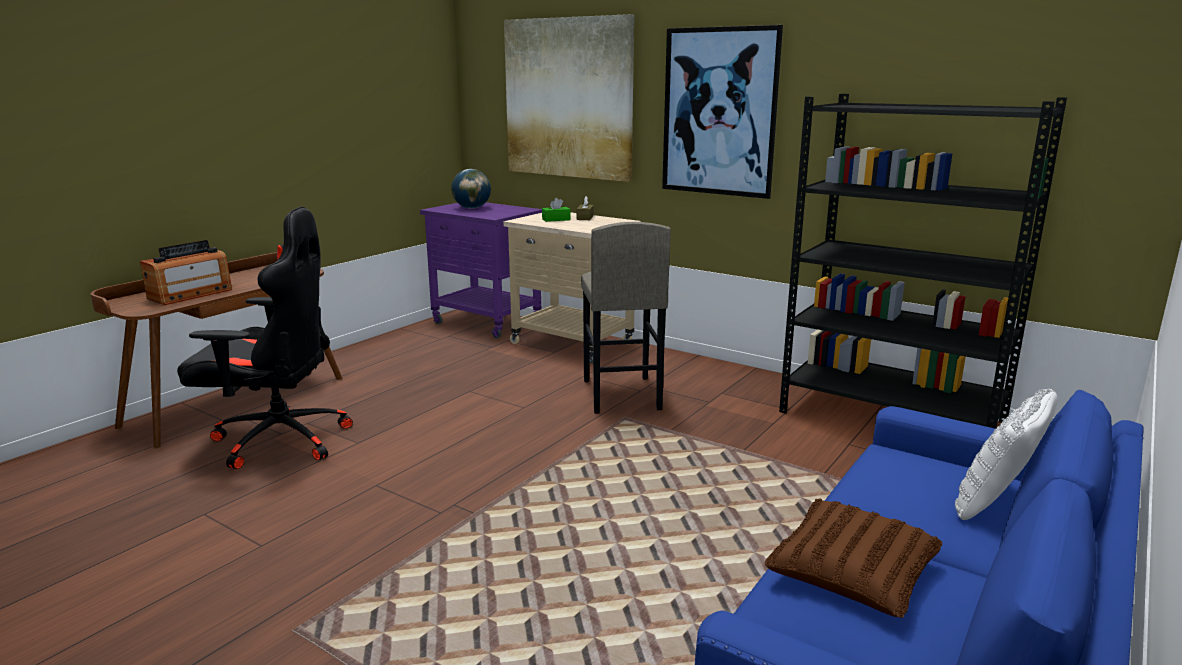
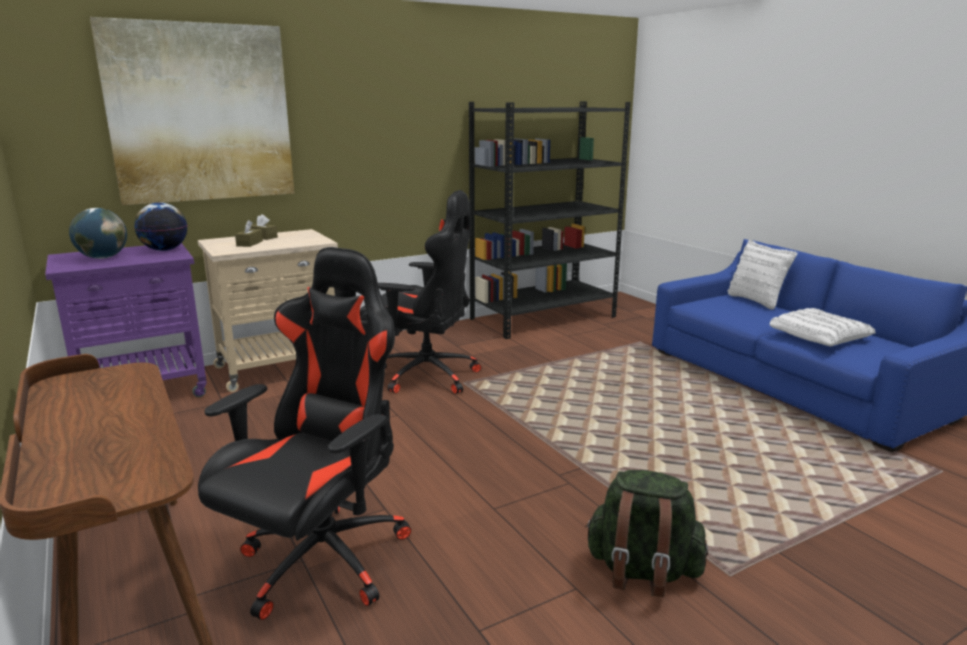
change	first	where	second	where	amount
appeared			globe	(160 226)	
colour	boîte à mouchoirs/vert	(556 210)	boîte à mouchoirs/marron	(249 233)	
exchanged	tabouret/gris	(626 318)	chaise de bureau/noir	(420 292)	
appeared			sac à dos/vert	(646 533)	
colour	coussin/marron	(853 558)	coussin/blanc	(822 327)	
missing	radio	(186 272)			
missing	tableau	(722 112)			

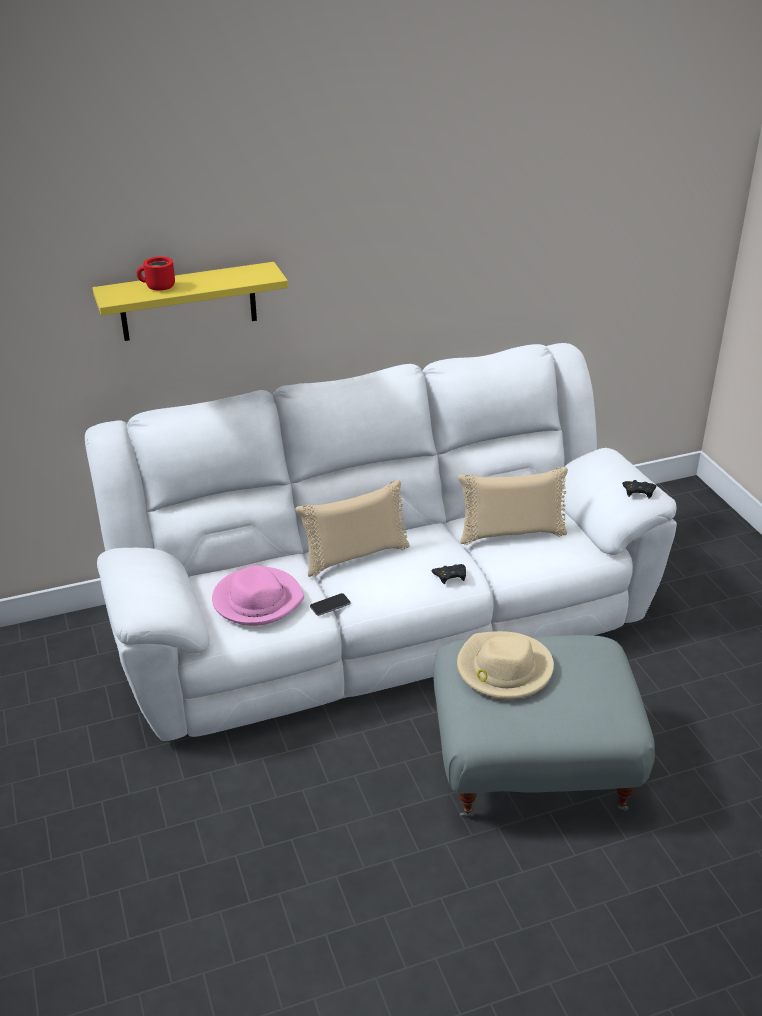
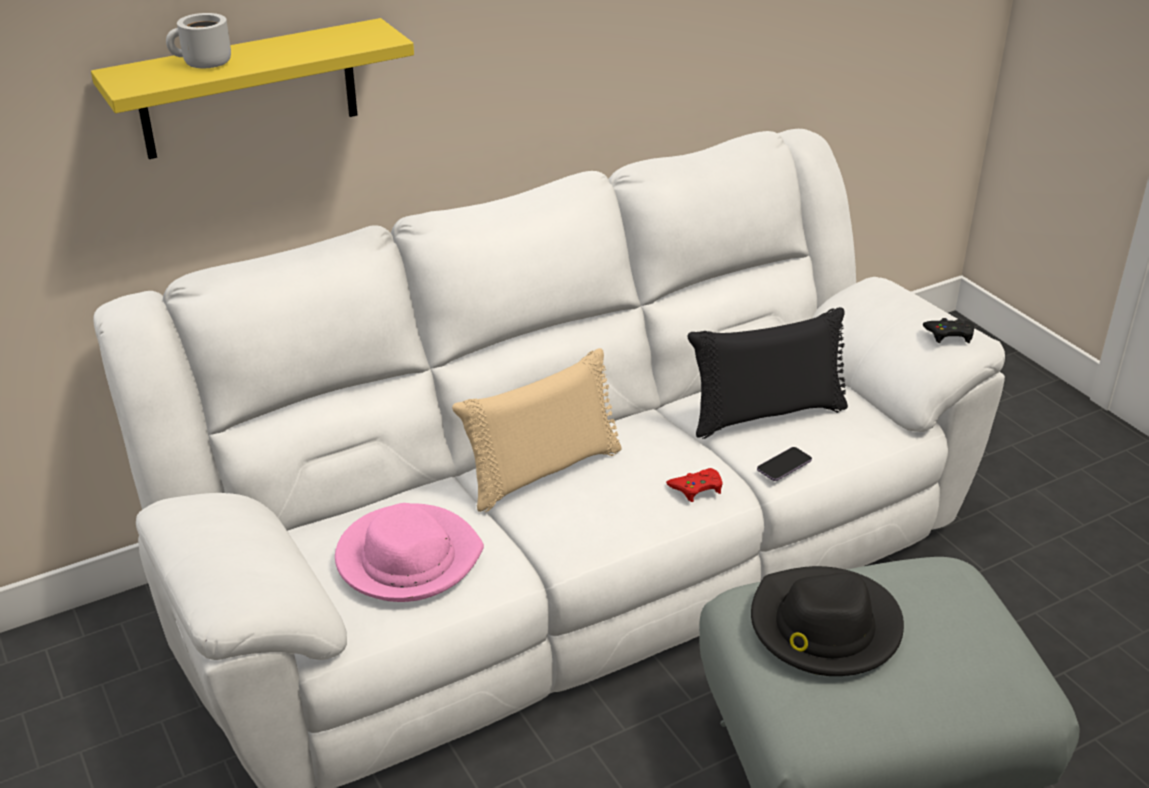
change	first	where	second	where	amount
colour	mug/rouge	(156 273)	mug/blanc	(198 40)	
colour	manette/noir	(448 574)	manette/rouge	(694 485)	
colour	coussin/beige	(513 506)	coussin/noir	(767 373)	
colour	chapeau/beige	(505 665)	chapeau/noir	(827 621)	
relocated	téléphone	(330 604)		(784 464)	

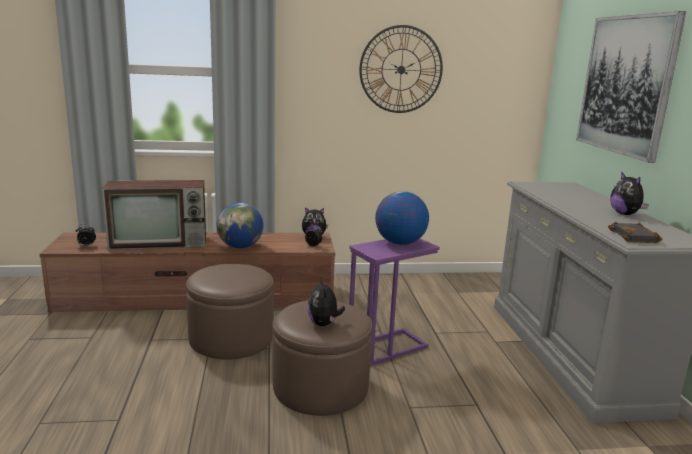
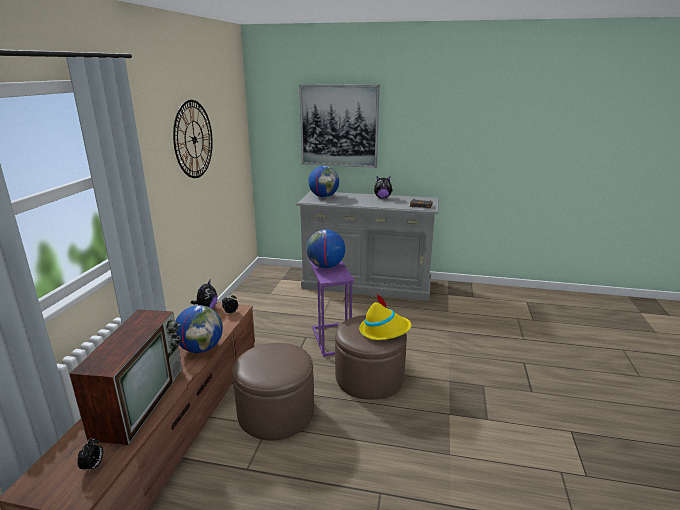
change	first	where	second	where	amount
appeared			globe	(323 181)	
exchanged	peluche	(326 301)	chapeau/jaune	(385 317)	

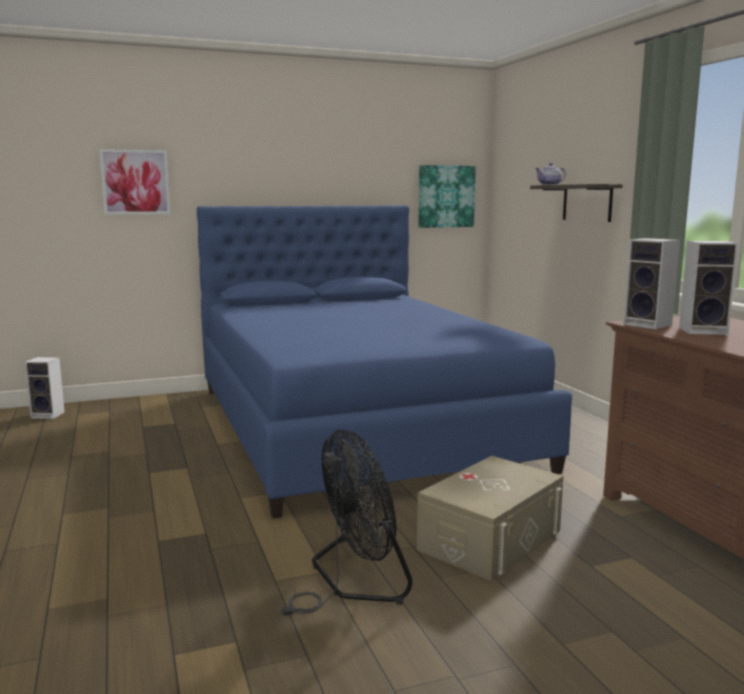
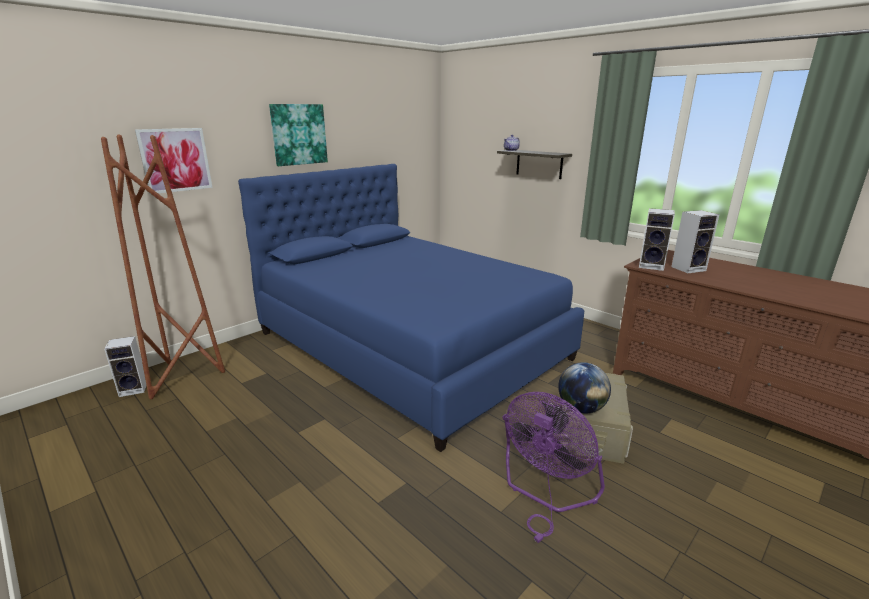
change	first	where	second	where	amount
appeared			portant/marron	(163 267)	
relocated	tableau	(447 196)		(298 135)	
colour	ventilateur/noir	(346 522)	ventilateur/violet	(553 467)	
appeared			globe	(584 388)	

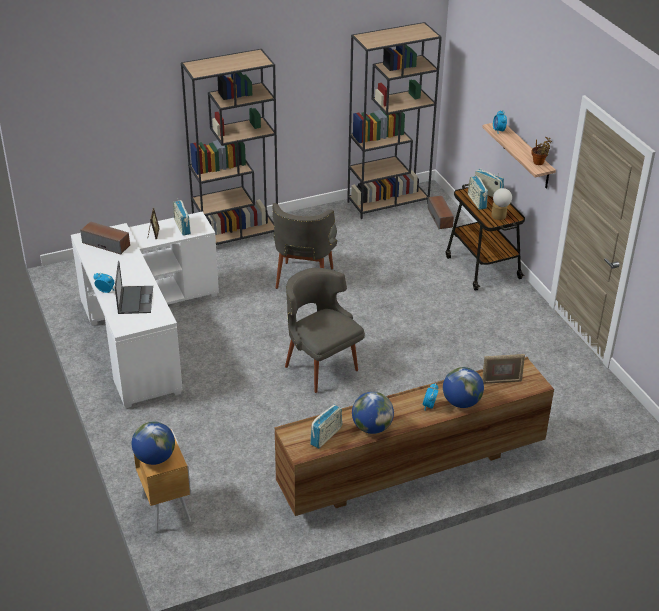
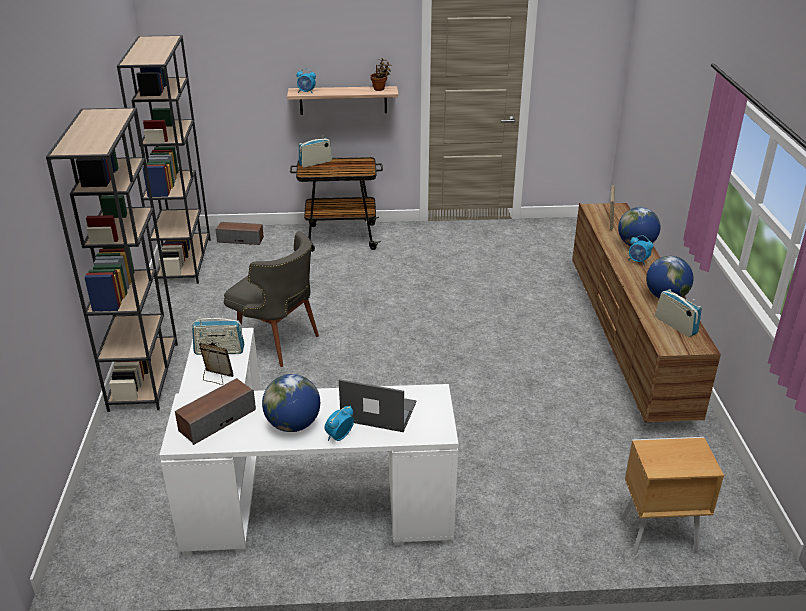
change	first	where	second	where	amount
relocated	globe	(153 443)		(291 403)	
missing	chaise/gris	(325 330)			
missing	radio	(478 192)			
missing	lampe de table	(501 204)			

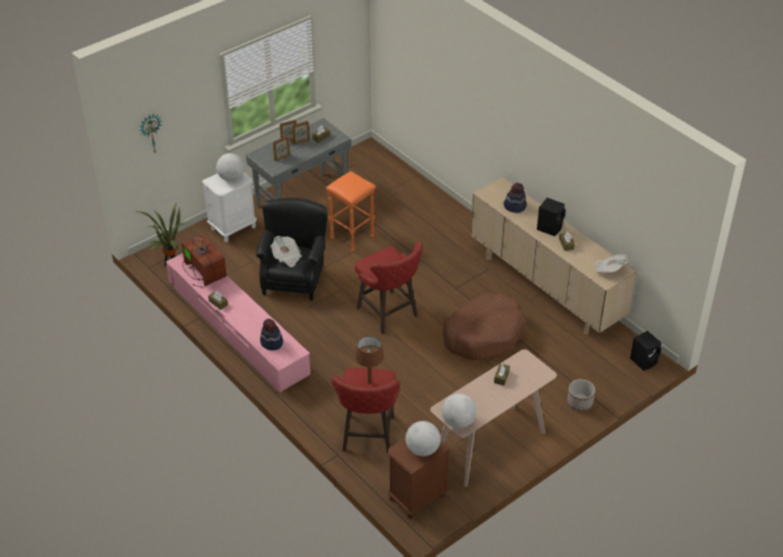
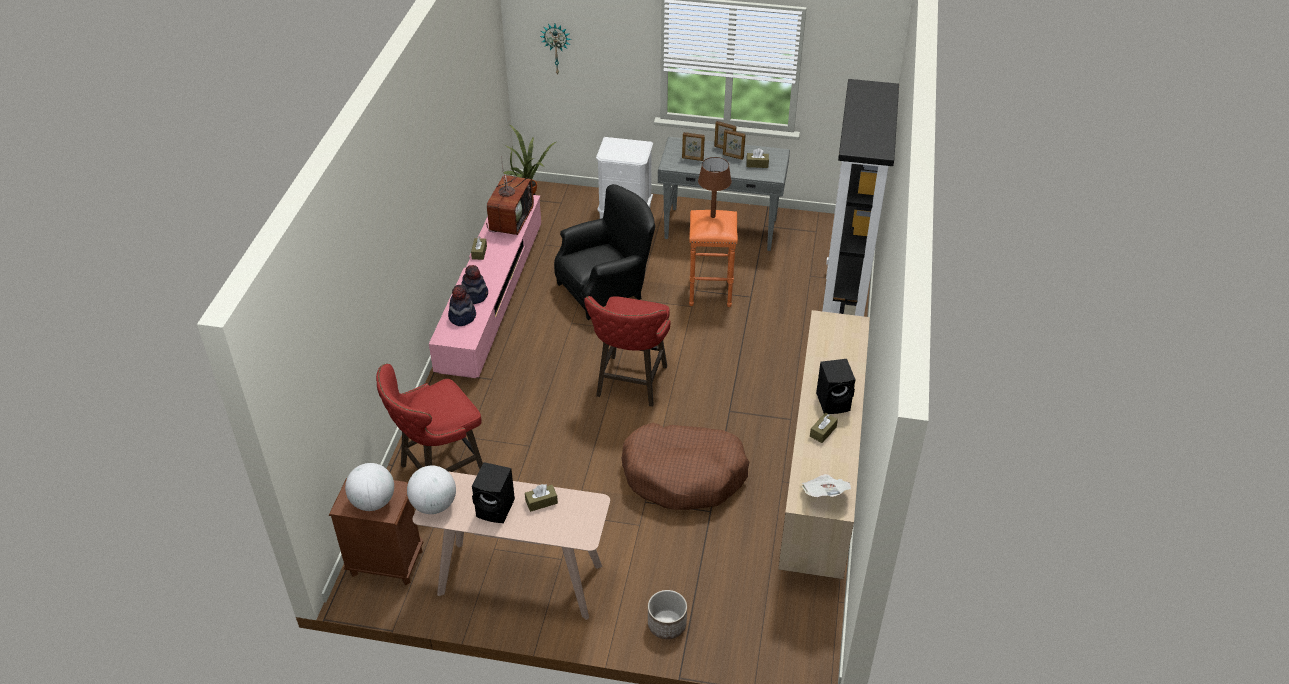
change	first	where	second	where	amount
relocated	chapeau	(515 198)		(475 284)	
relocated	enceinte/noir	(646 351)		(493 492)	
relocated	lampe de table/marron	(369 360)		(715 187)	
appeared			bibliothèque/noir	(860 197)	
missing	globe	(230 167)			
missing	journal	(286 251)			

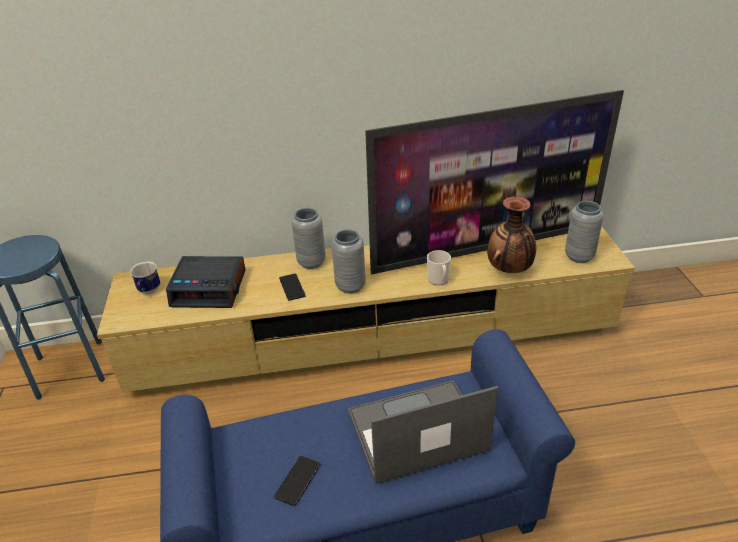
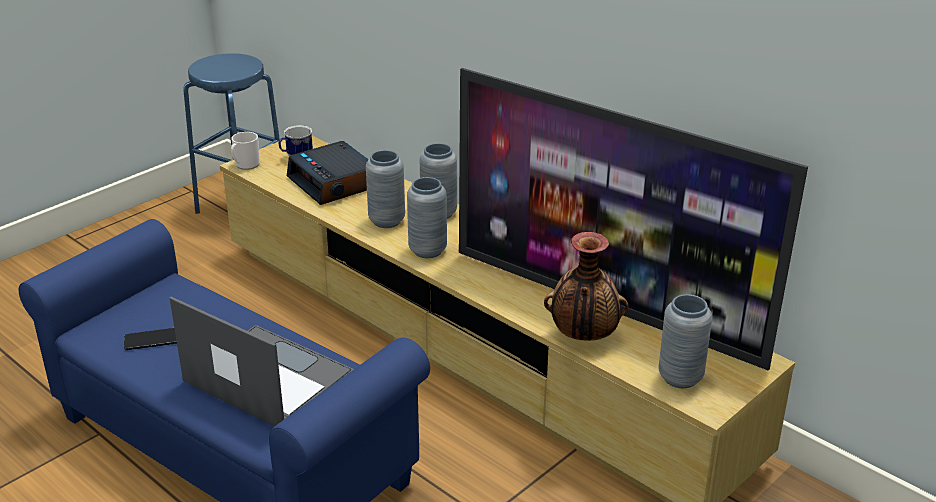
change	first	where	second	where	amount
relocated	mug	(439 267)		(245 151)	
exchanged	téléphone	(292 287)	vase/gris	(385 189)	

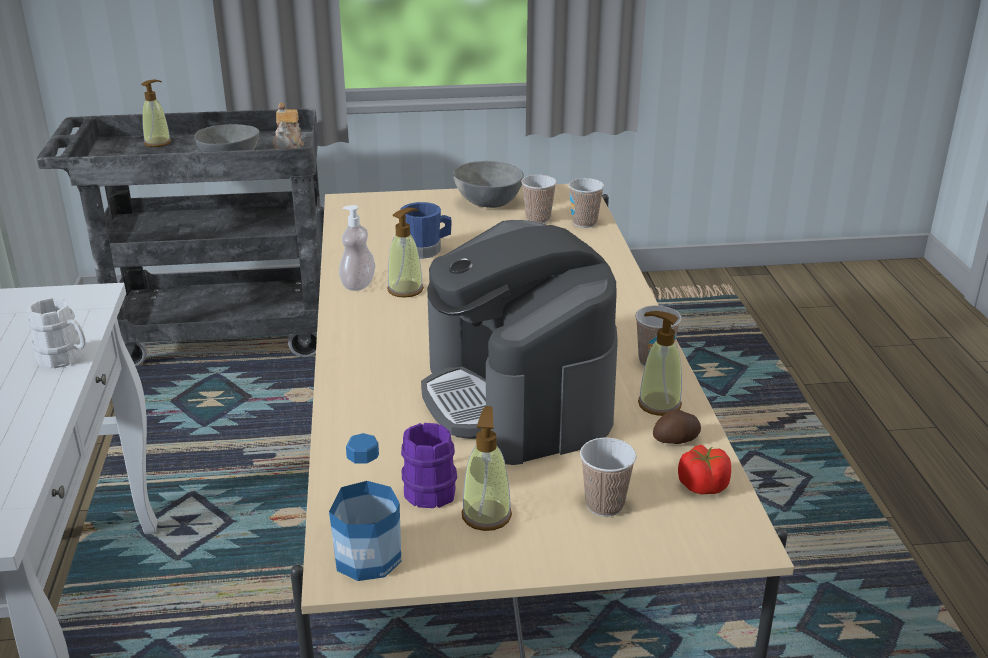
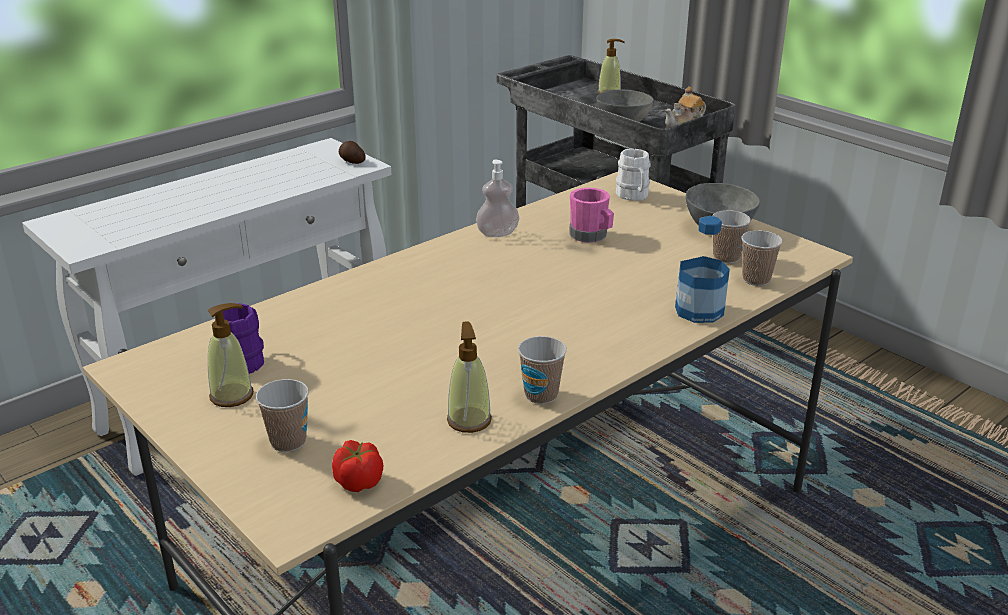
change	first	where	second	where	amount
relocated	pomme de terre	(677 427)		(352 152)	
colour	mug/bleu	(426 230)	mug/rose	(591 215)	
relocated	mug/blanc	(56 333)		(633 175)	
relocated	bouteille	(365 507)		(702 269)	
missing	distributeur de savon	(405 253)			
missing	machine à café	(519 342)			

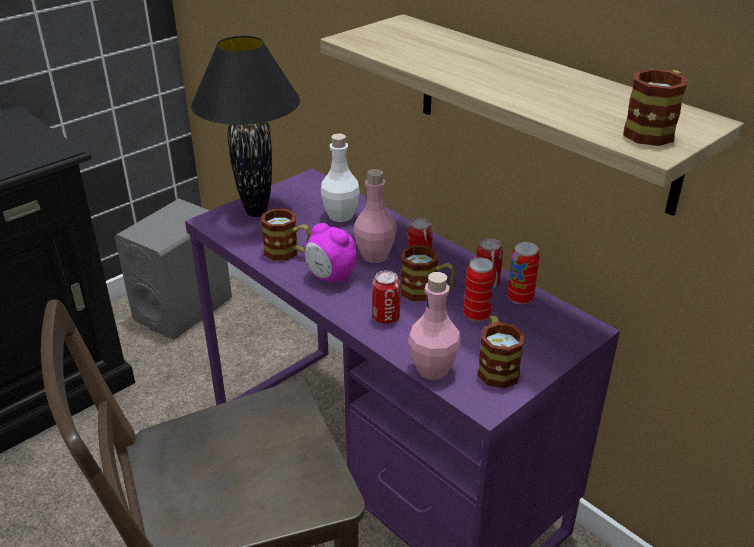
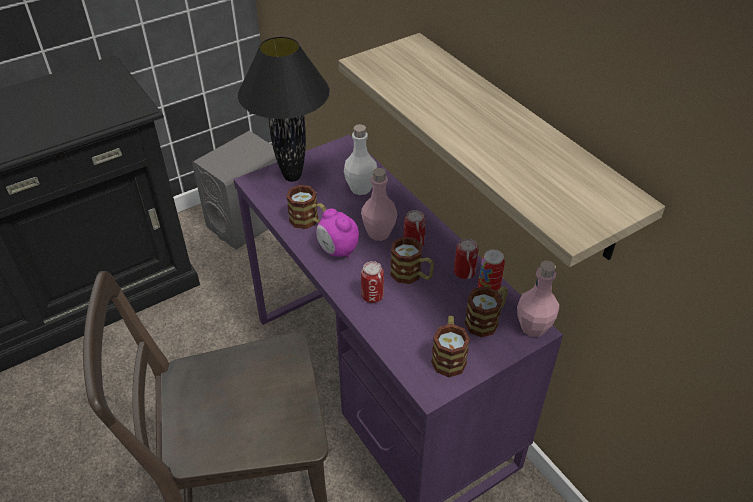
change	first	where	second	where	amount
relocated	mug	(655 107)		(486 311)	
relocated	bouteille/rose	(434 326)		(538 299)	
missing	boîte métallique	(479 289)			

